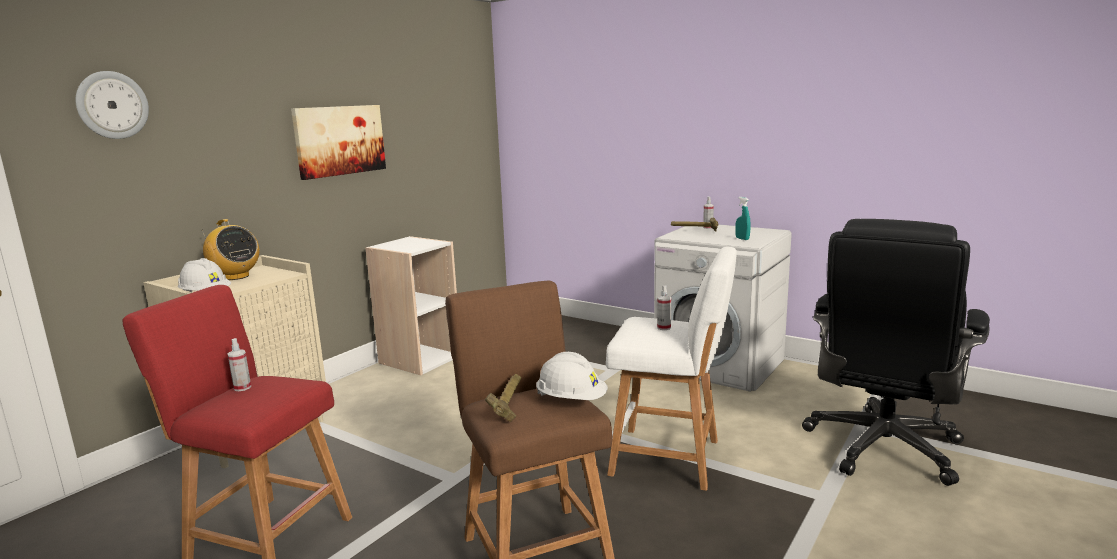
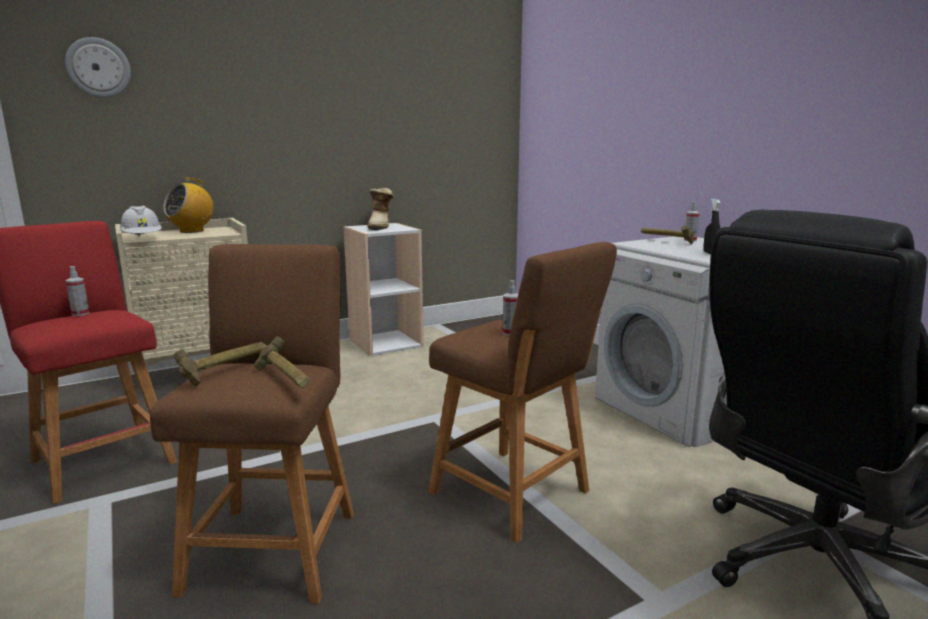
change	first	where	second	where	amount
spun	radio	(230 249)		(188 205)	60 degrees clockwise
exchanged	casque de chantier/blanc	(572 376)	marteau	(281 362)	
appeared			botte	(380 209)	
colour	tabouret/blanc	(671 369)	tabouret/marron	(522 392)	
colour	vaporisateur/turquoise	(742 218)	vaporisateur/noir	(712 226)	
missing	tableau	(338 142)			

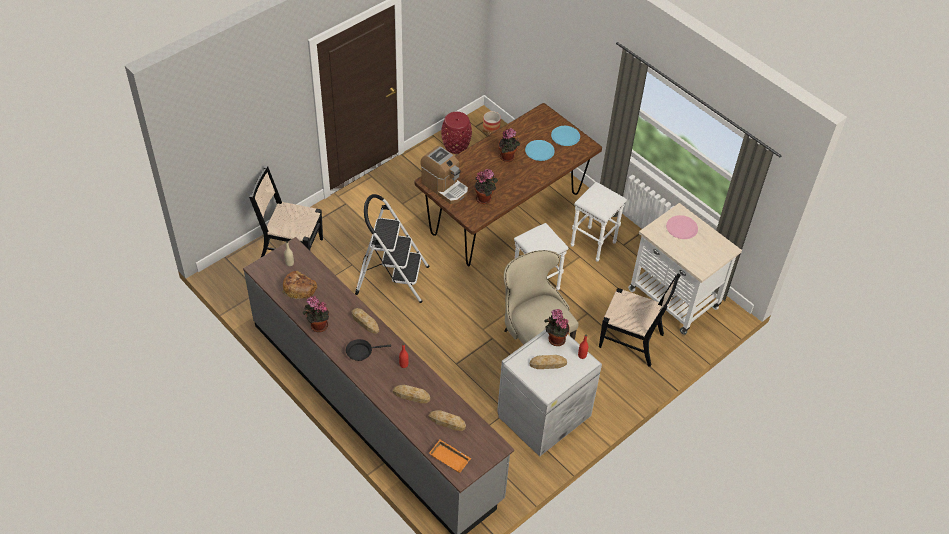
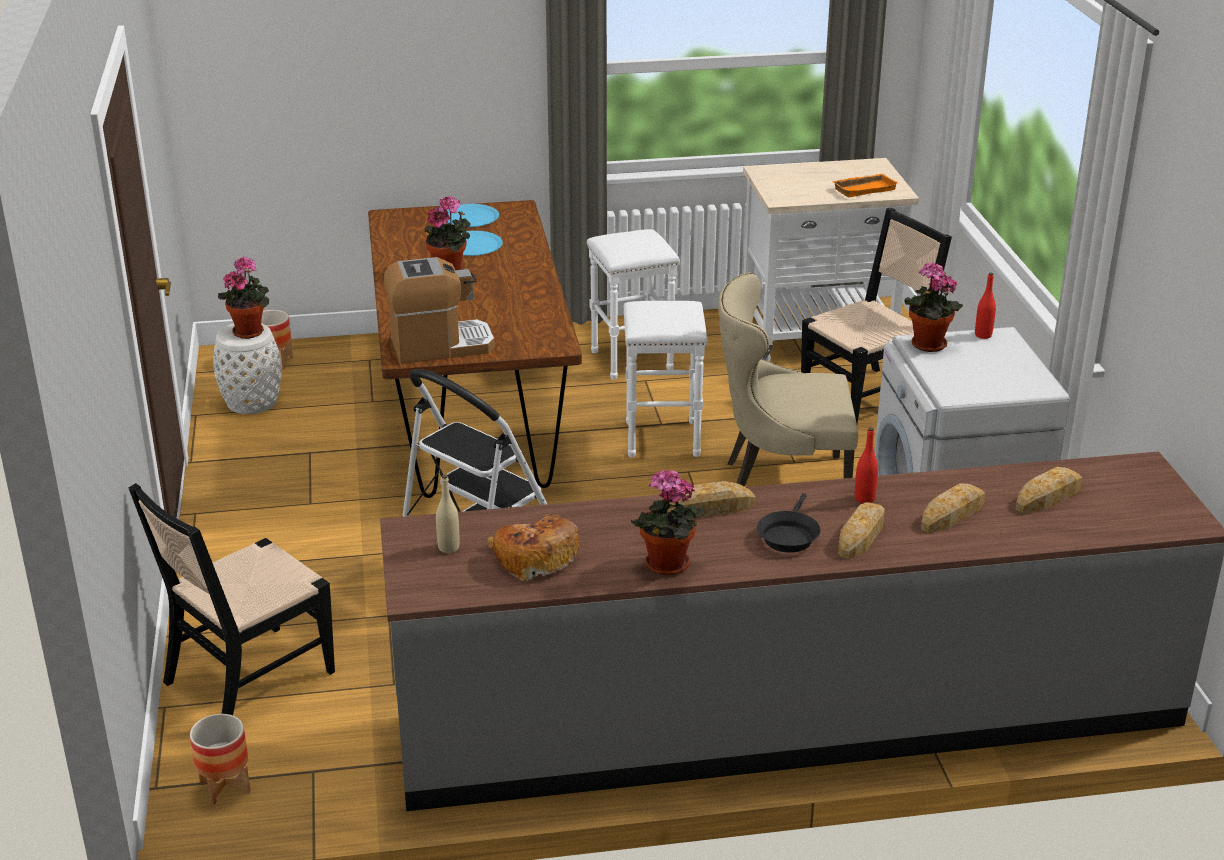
change	first	where	second	where	amount
appeared			cache-pot	(220 759)	
colour	tabouret/rouge	(456 133)	tabouret/blanc	(247 368)	
relocated	plante en pot	(486 186)		(243 297)	
relocated	plateau/orange	(450 456)		(865 185)	
relocated	pain	(548 362)		(861 530)	
missing	assiette/rose	(682 227)			

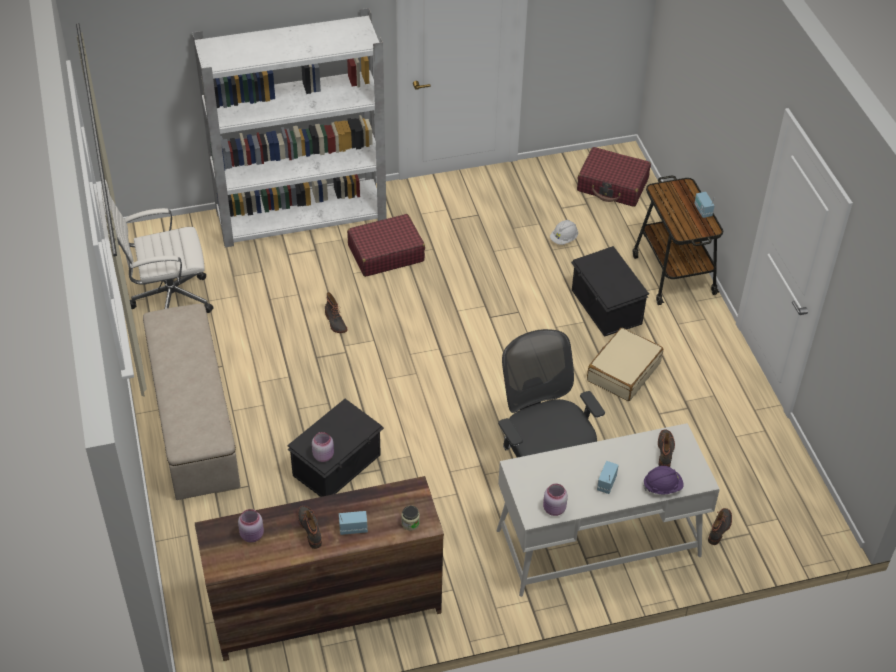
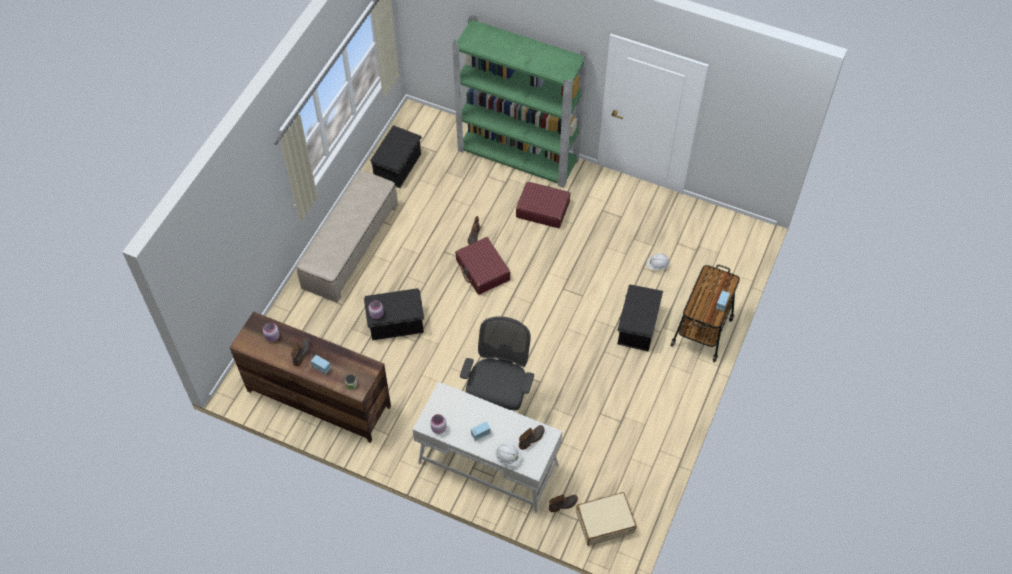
change	first	where	second	where	amount
exchanged	chaise de bureau/blanc	(157 246)	boîte de rangement/noir	(396 156)	
colour	bibliothèque/blanc	(289 128)	bibliothèque/vert	(519 101)	
relocated	valise/rouge	(614 177)		(483 266)	
colour	casque de chantier/violet	(663 480)	casque de chantier/blanc	(509 455)	
relocated	valise/beige	(625 364)		(606 519)	

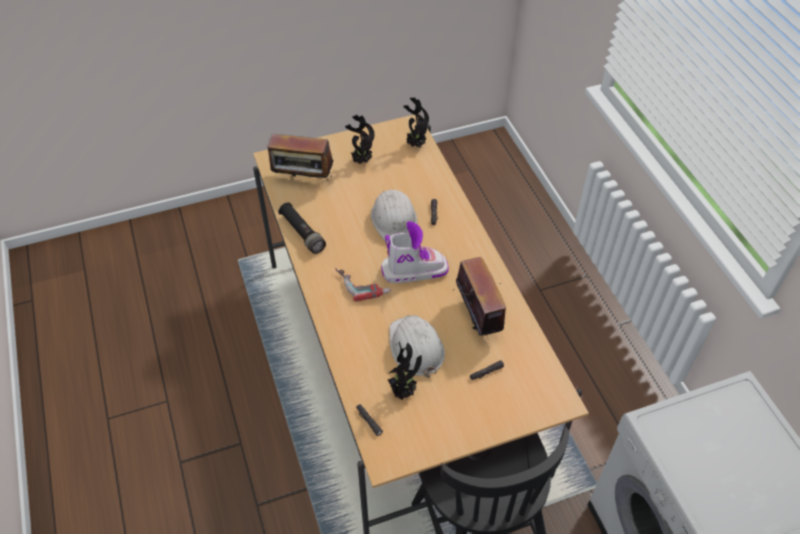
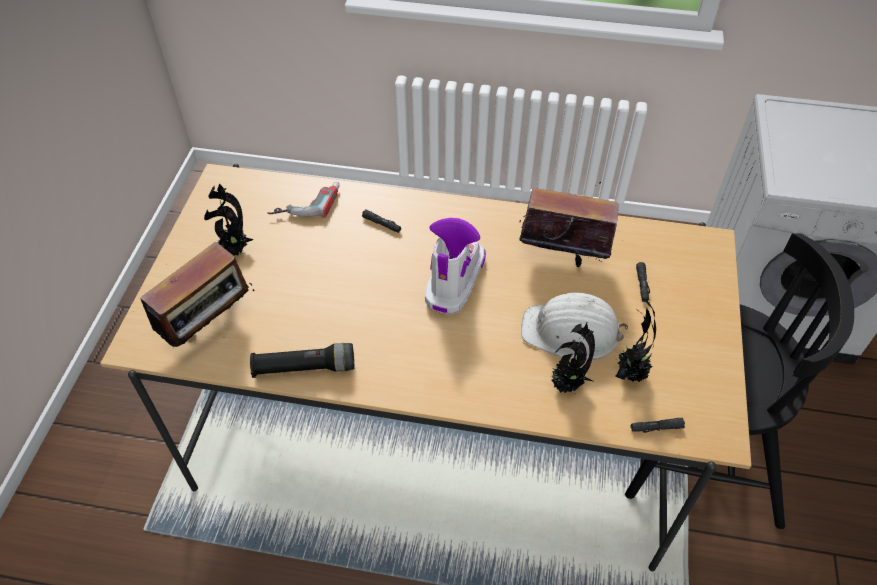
change	first	where	second	where	amount
relocated	perceuse	(363 285)		(303 200)	
relocated	plante en pot	(416 123)		(573 358)	
missing	casque de chantier/blanc	(394 217)			

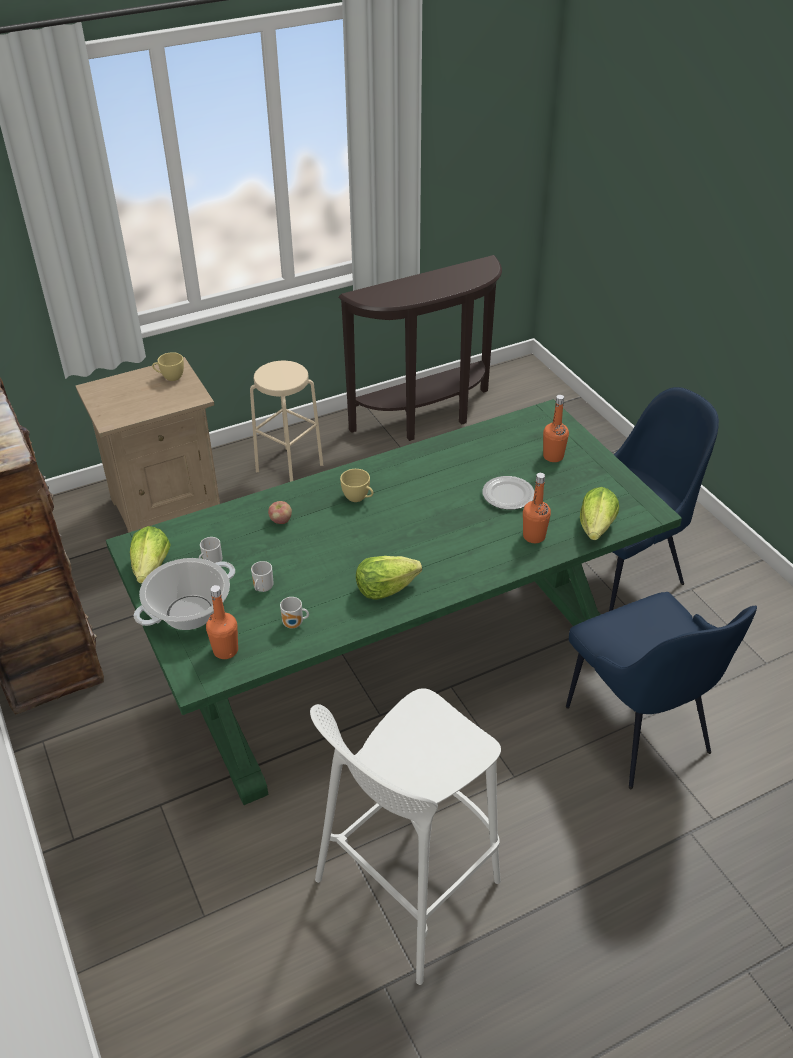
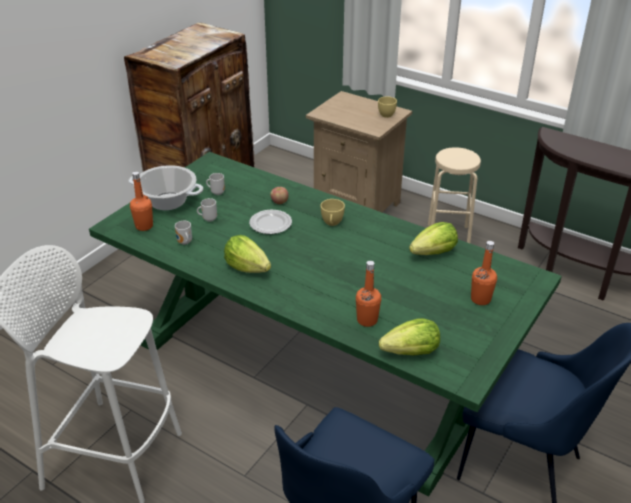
change	first	where	second	where	amount
relocated	assiette	(508 493)		(270 222)	
relocated	laitue	(150 555)		(433 238)	

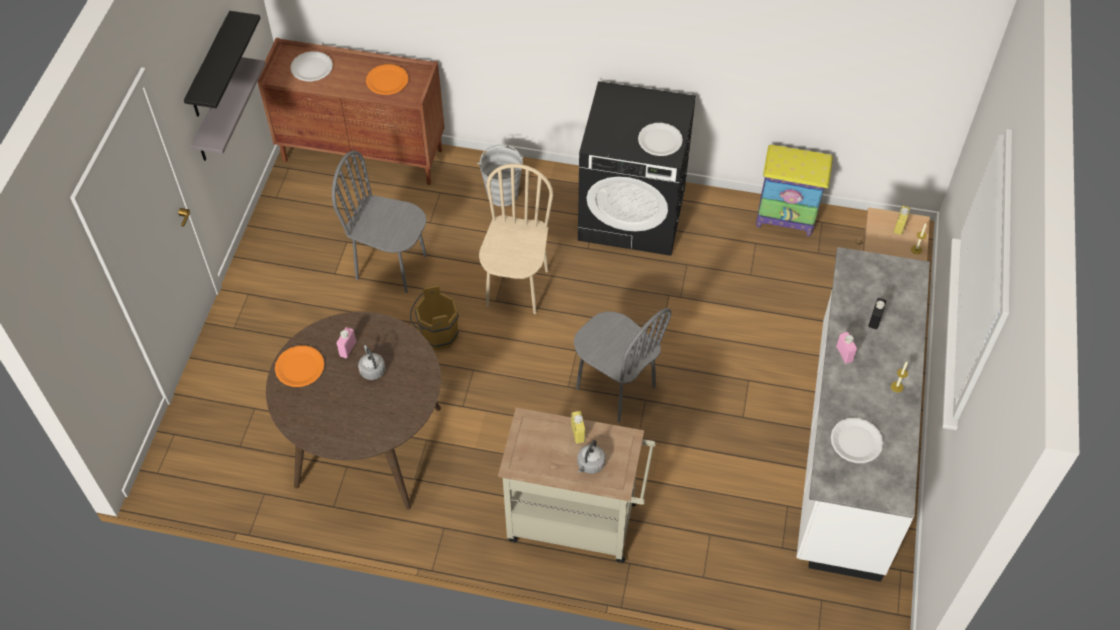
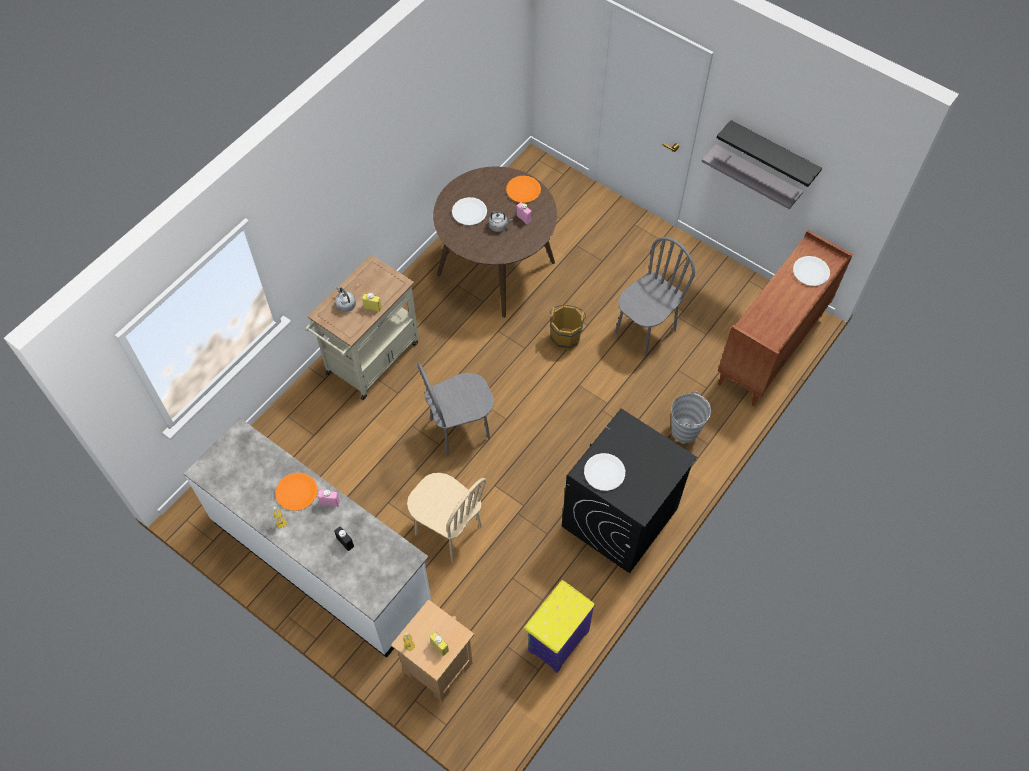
change	first	where	second	where	amount
relocated	assiette/orange	(387 79)		(296 491)	
relocated	chaise/beige	(516 239)		(446 518)	
relocated	assiette/blanc	(857 440)		(469 211)	

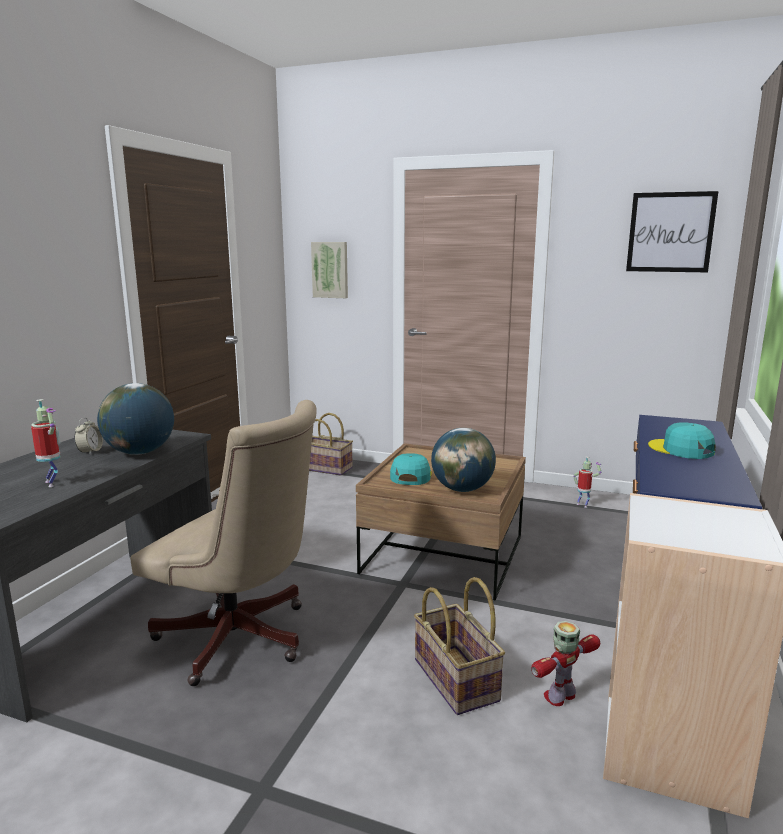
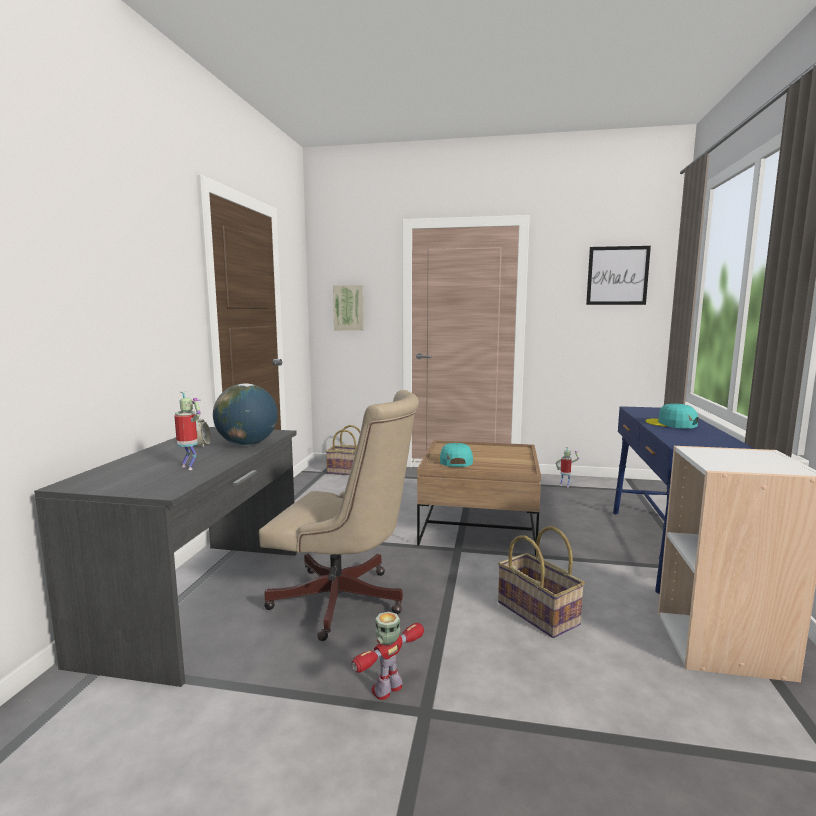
change	first	where	second	where	amount
relocated	robot jouet	(565 663)		(388 656)	
missing	globe	(463 460)			

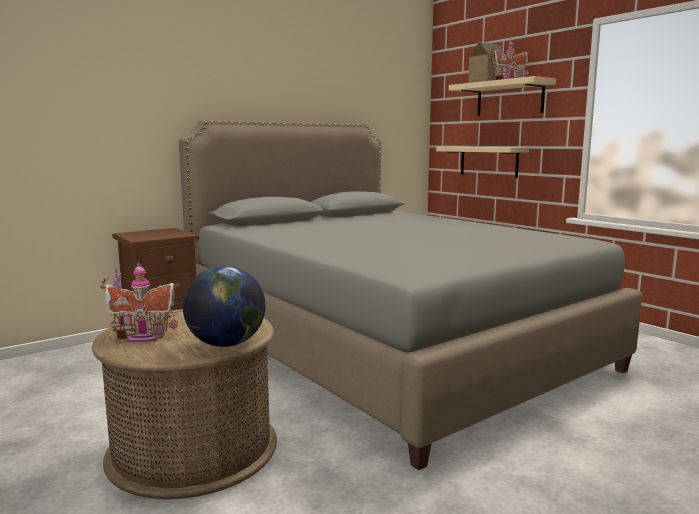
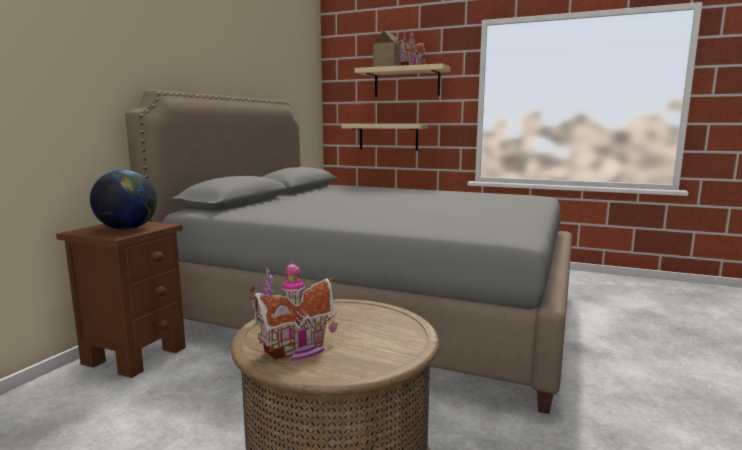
change	first	where	second	where	amount
relocated	globe	(224 306)		(123 200)	

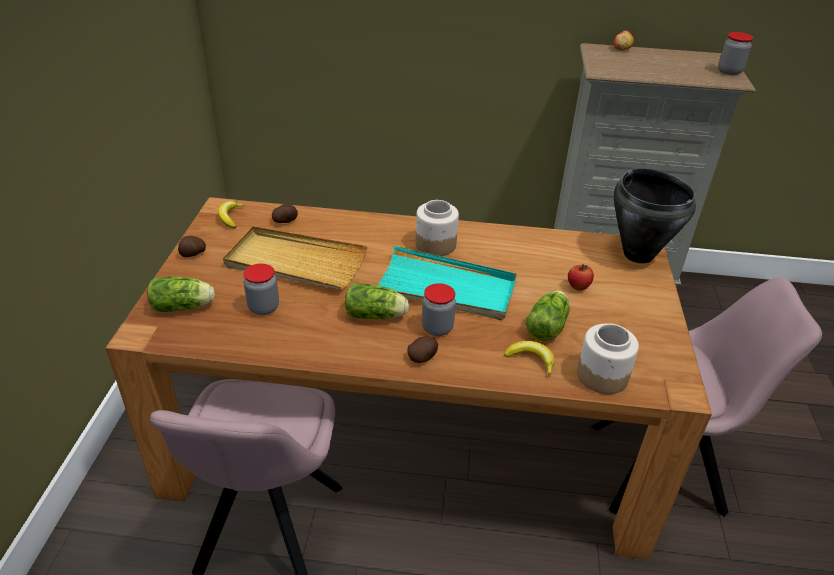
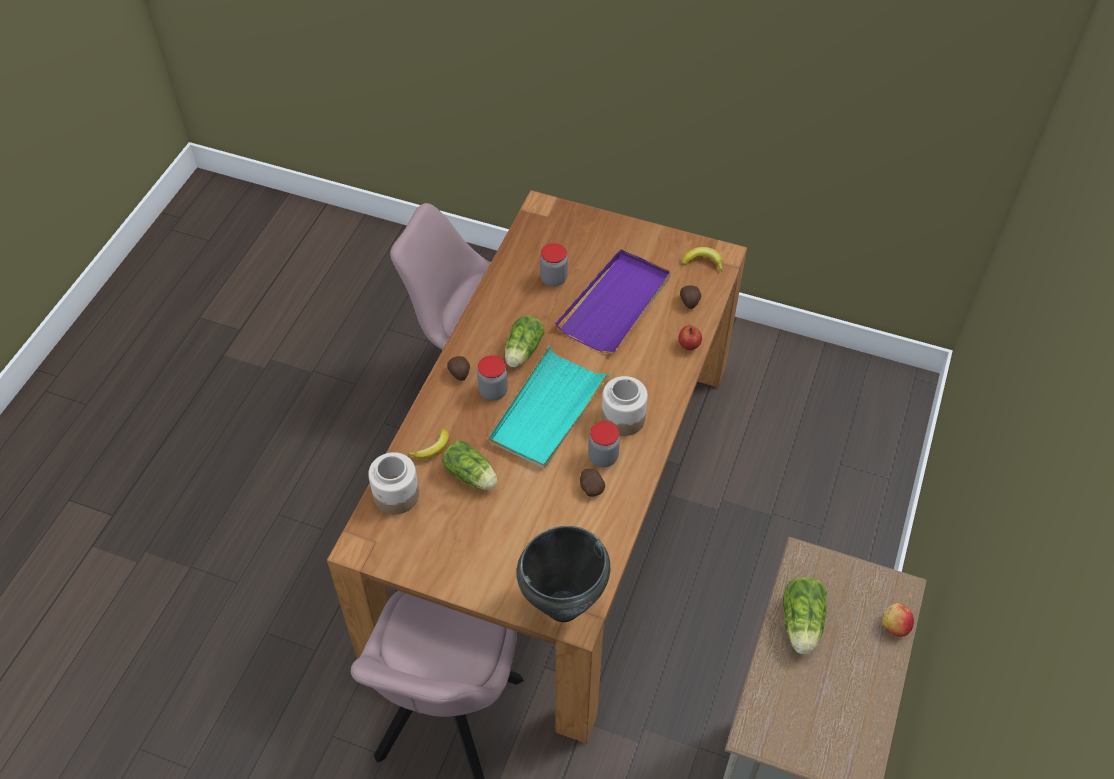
change	first	where	second	where	amount
colour	plateau/beige	(295 258)	plateau/violet	(613 301)	
relocated	pomme de terre	(192 246)		(592 483)	
relocated	bocal	(735 53)		(604 444)	
relocated	pomme	(581 277)		(690 337)	
relocated	laitue	(181 294)		(805 615)	

